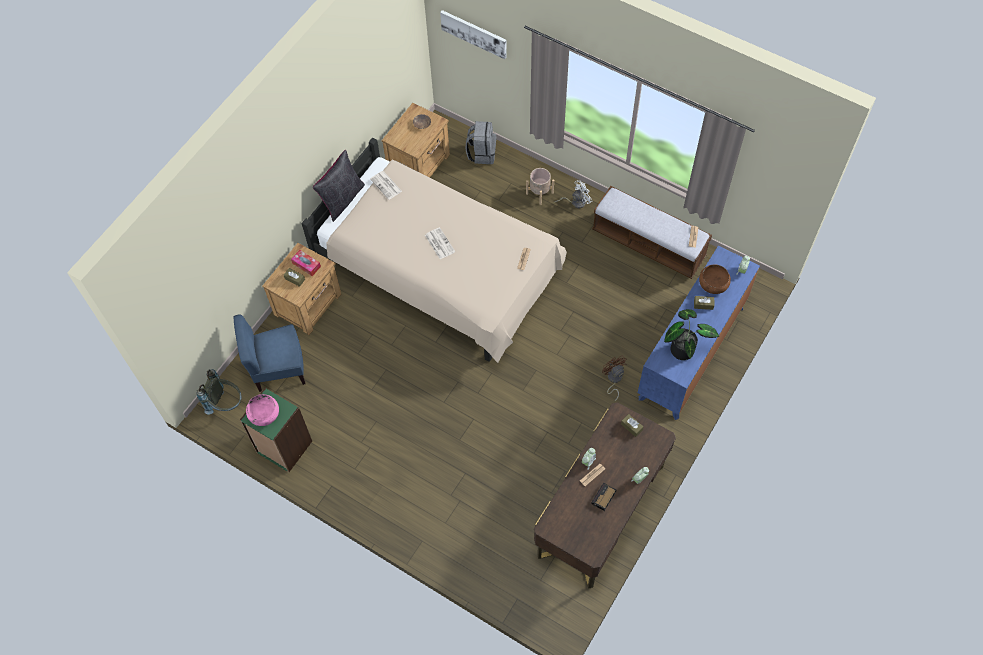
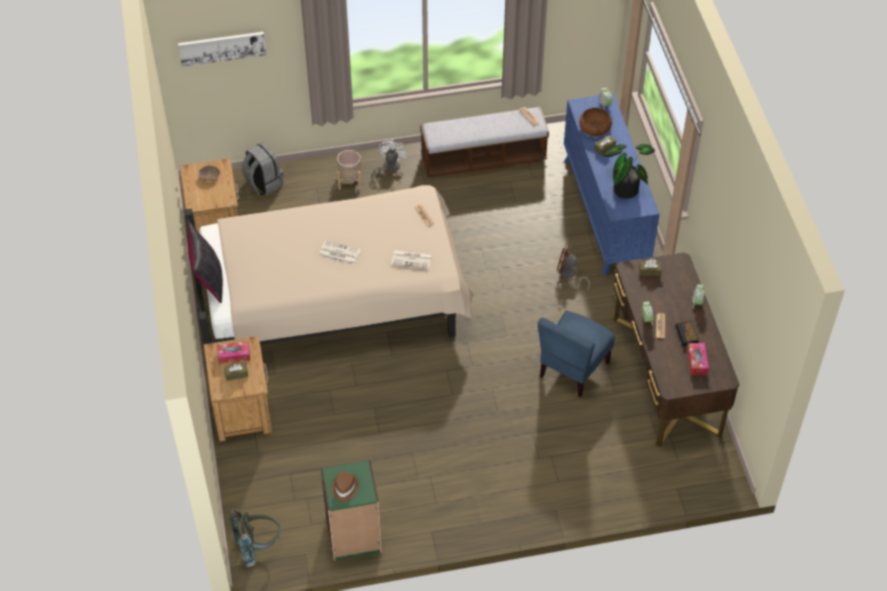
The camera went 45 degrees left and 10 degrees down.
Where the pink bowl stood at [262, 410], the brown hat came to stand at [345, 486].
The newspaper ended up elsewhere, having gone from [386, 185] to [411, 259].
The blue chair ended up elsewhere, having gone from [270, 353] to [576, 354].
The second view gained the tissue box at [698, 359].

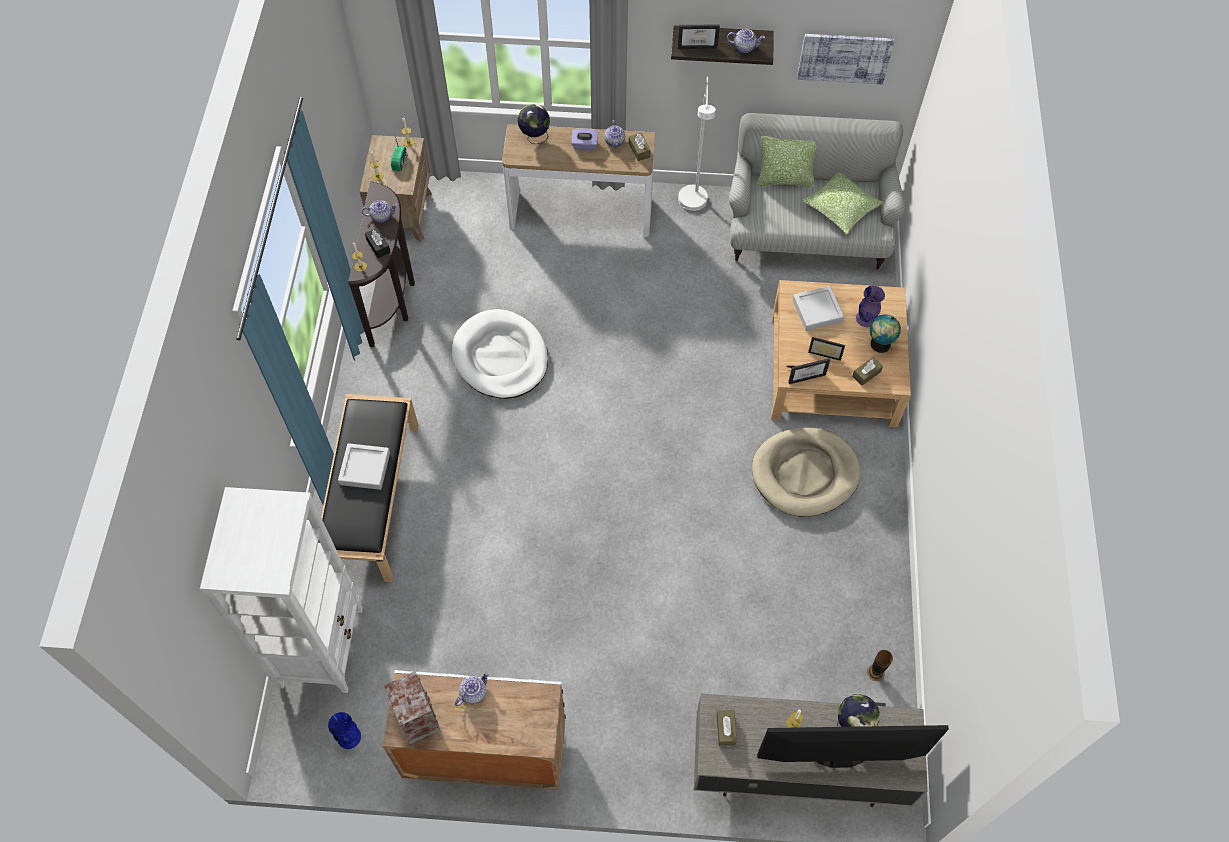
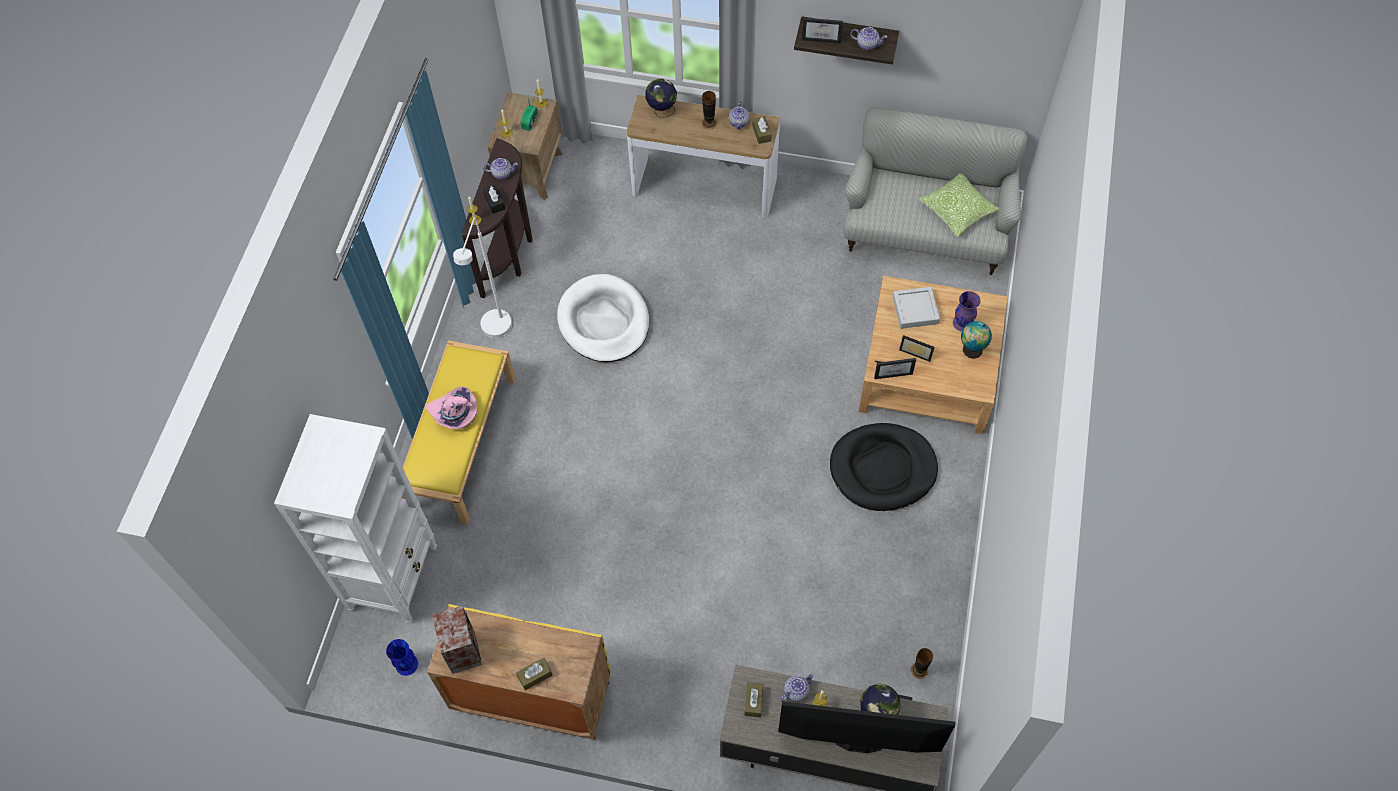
The camera went 10 degrees right and 0 degrees up.
What was the black bench at [368, 488] turned into the yellow bench at [458, 432].
Where the grey tray stood at [364, 466], the pink hat came to stand at [452, 408].
What was the white cabinet at [474, 730] turned into the yellow cabinet at [519, 672].
The white floor lamp ended up elsewhere, having gone from [697, 144] to [482, 277].
The brown tissue box ended up elsewhere, having gone from [867, 371] to [534, 674].
Where the purple tissue box stood at [584, 139], the vase came to stand at [709, 110].
The teapot ended up elsewhere, having gone from [472, 689] to [797, 687].
What was the beige dog bed at [806, 472] turned into the black dog bed at [884, 467].
The second view lost the pillow at [786, 162].
The second view lost the picture at [845, 59].

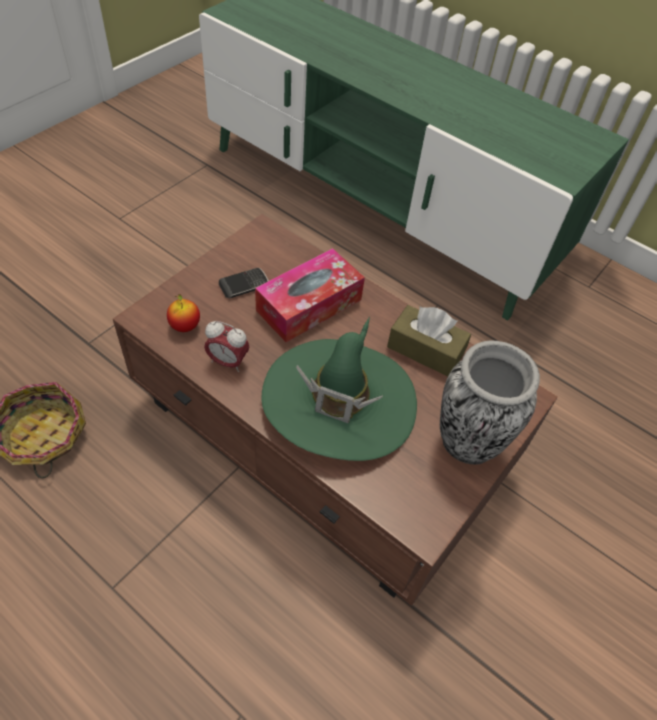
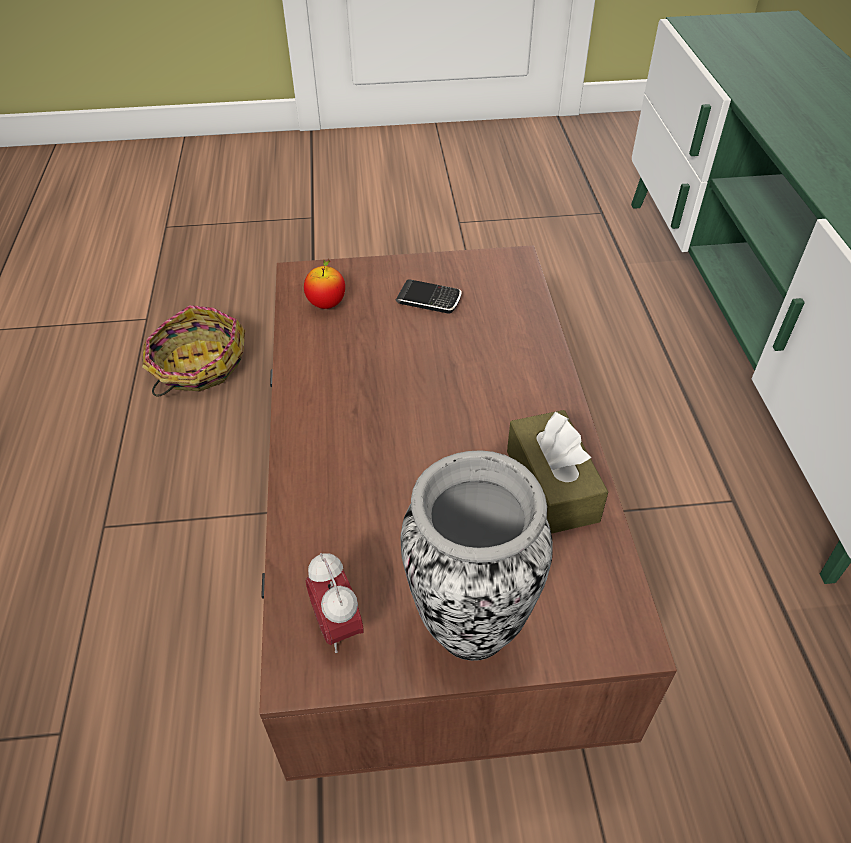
The camera went 50 degrees right and 5 degrees down.
The alarm clock ended up elsewhere, having gone from [226, 346] to [334, 603].
The second view lost the tissue box at [310, 295].
The second view lost the green hat at [339, 389].

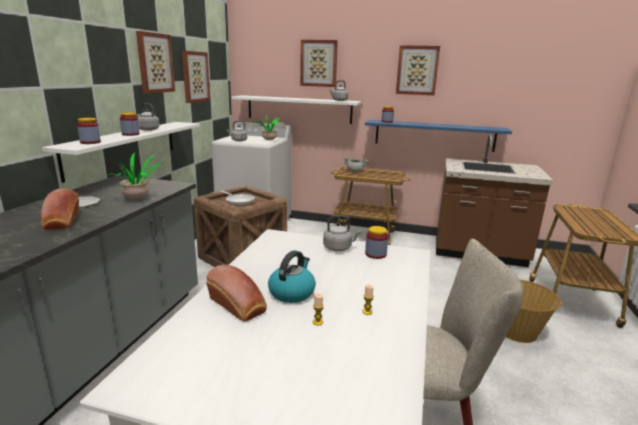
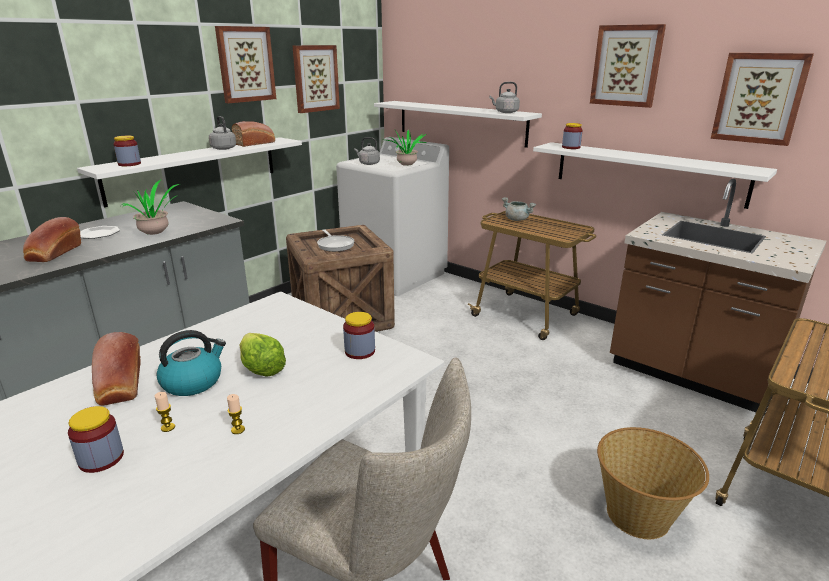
The camera went 25 degrees right and 5 degrees up.
The jar ended up elsewhere, having gone from [130, 124] to [96, 439].
The second view gained the bread at [253, 134].
The second view gained the lettuce at [262, 355].
What was the blue shelf at [438, 136] turned into the white shelf at [655, 175].
The picture ended up elsewhere, having gone from [319, 63] to [762, 99].
The second view lost the grey kettle at [342, 233].

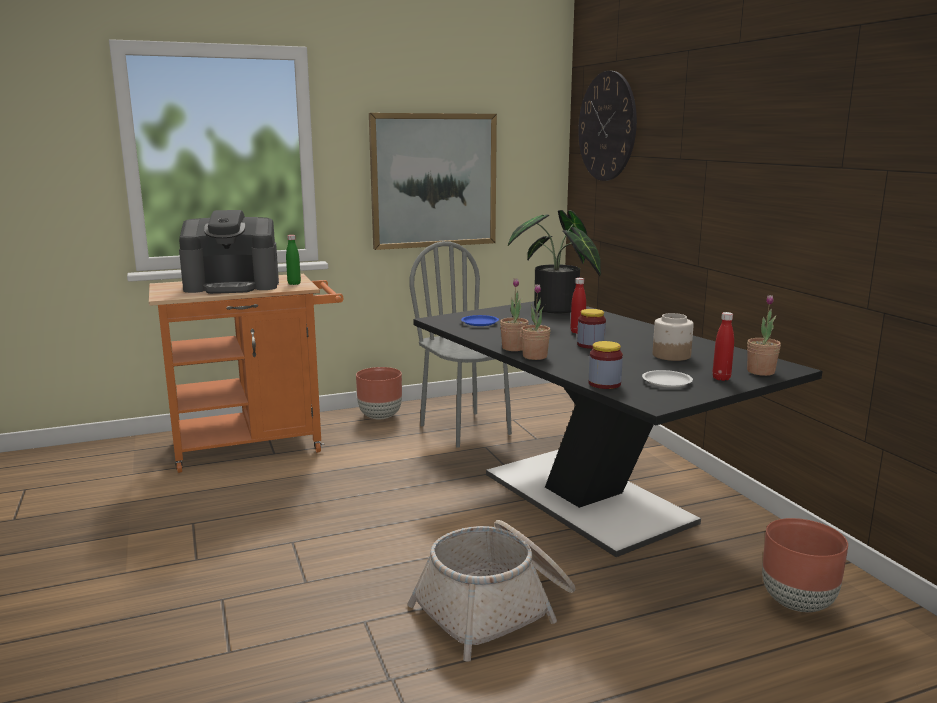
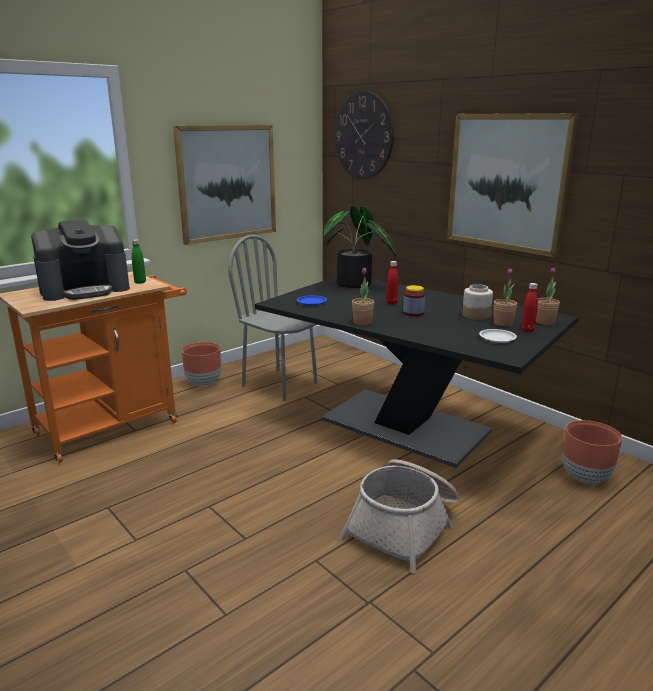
The camera went 20 degrees left and 5 degrees up.
The second view gained the picture at [513, 185].
The potted plant ended up elsewhere, having gone from [536, 322] to [505, 297].
The second view lost the jar at [606, 365].

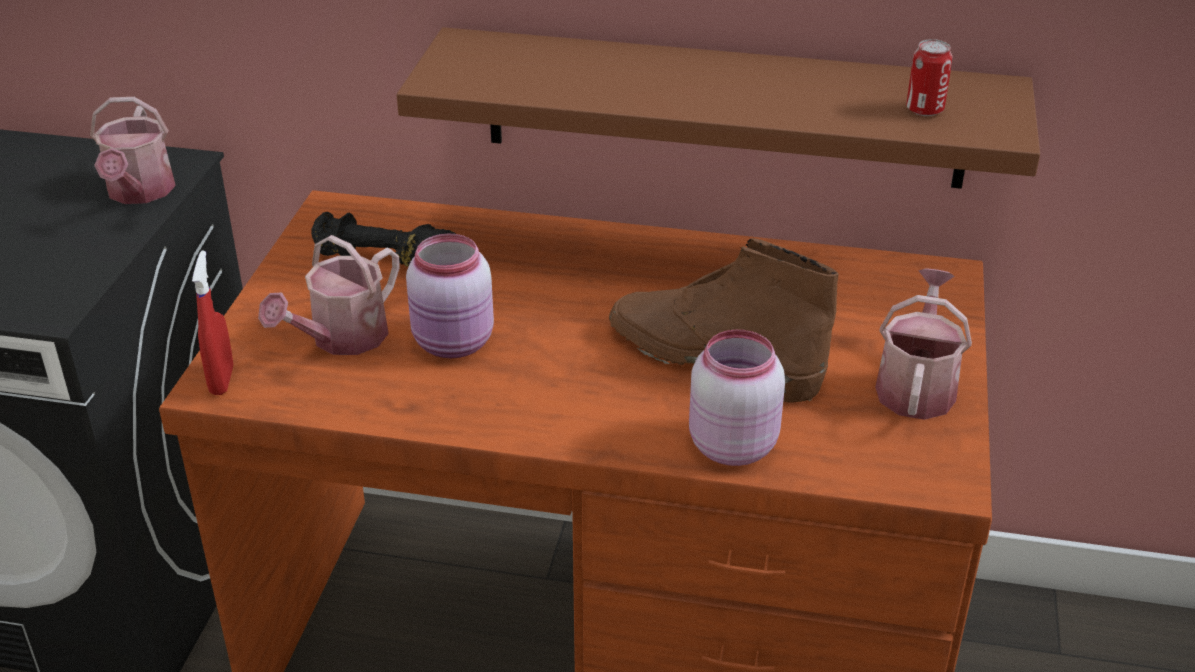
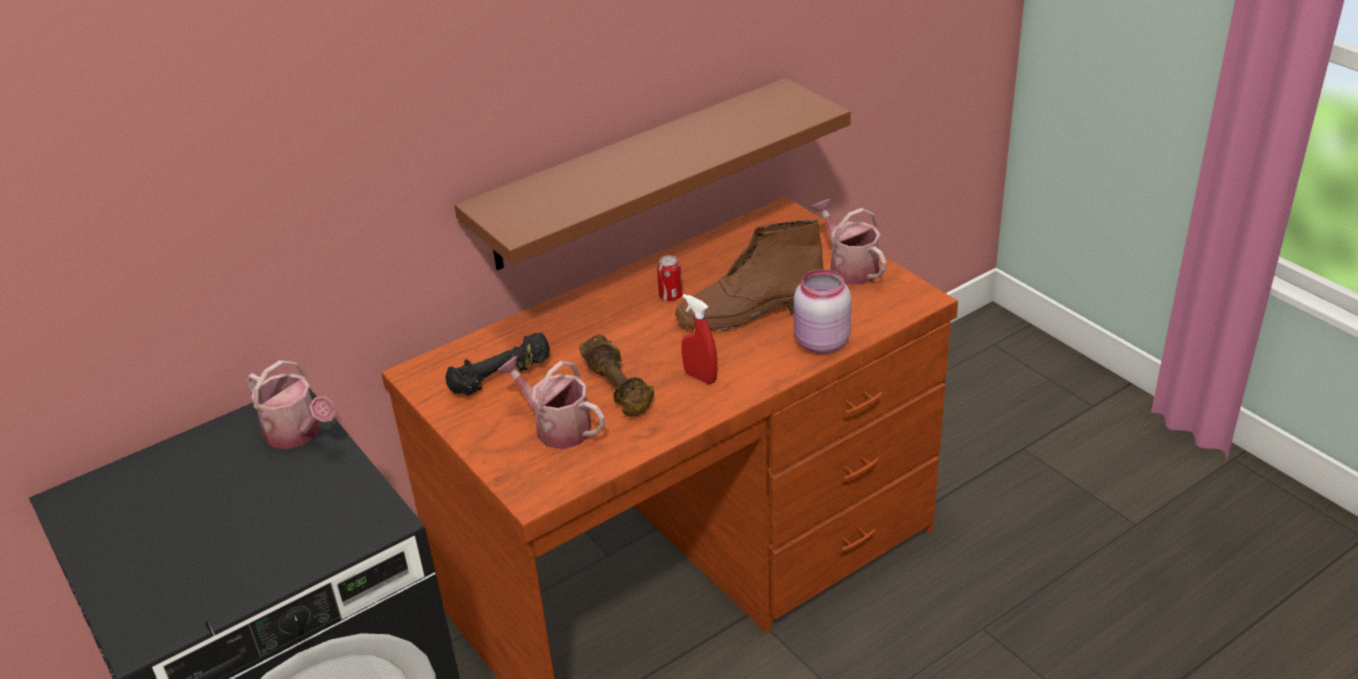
The camera went 45 degrees left and 0 degrees up.
The watering can at [329, 295] ended up facing another way, 135 degrees clockwise from before.
Where the pink jar stood at [450, 295], the brown dumbbell came to stand at [616, 375].
The can ended up elsewhere, having gone from [929, 77] to [670, 278].
The red spray bottle ended up elsewhere, having gone from [212, 323] to [699, 339].

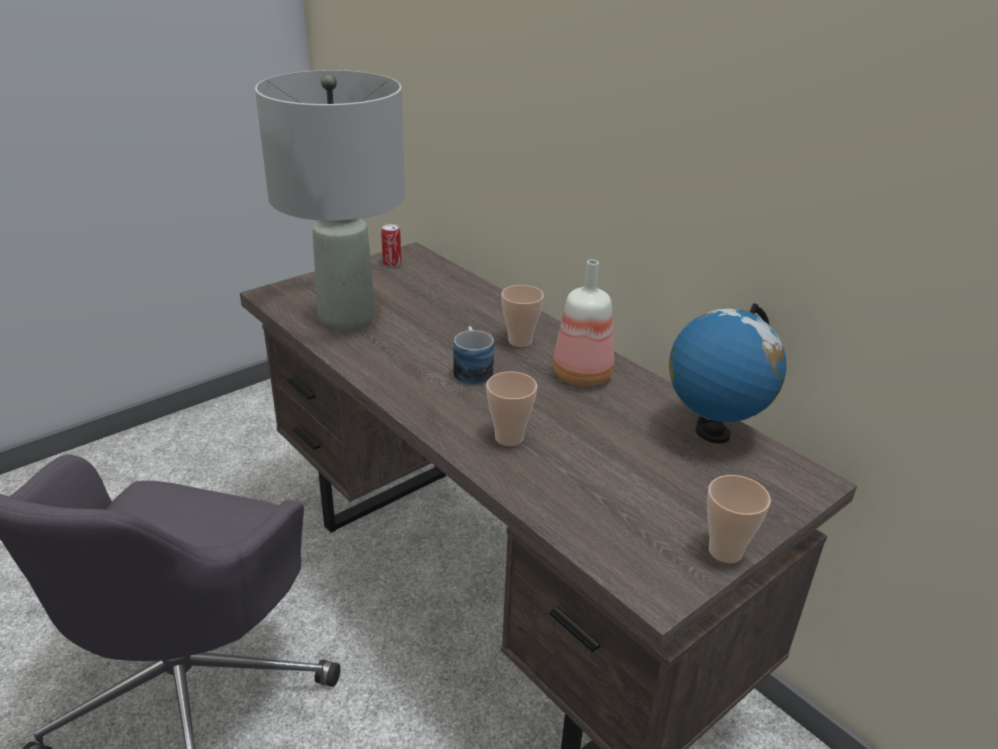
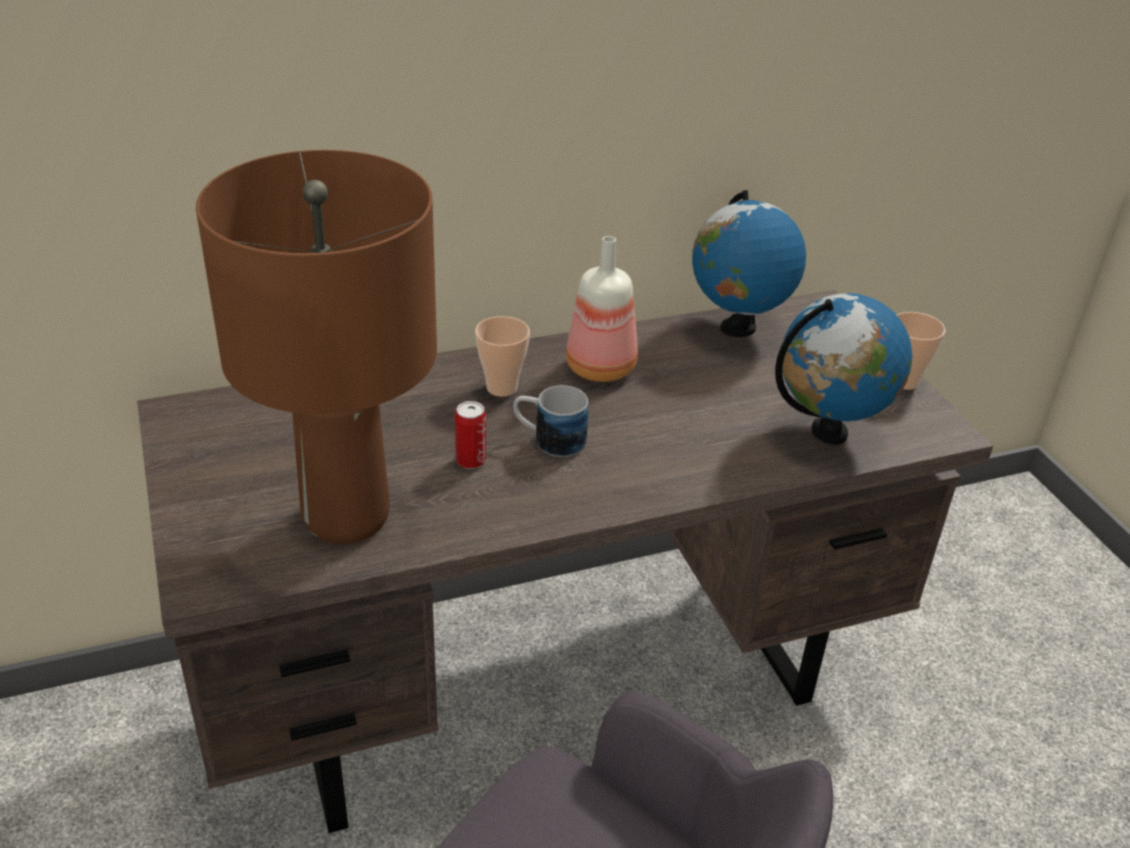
The camera went 70 degrees left and 5 degrees up.
What was the grey table lamp at [330, 201] turned into the brown table lamp at [316, 347].
The can ended up elsewhere, having gone from [391, 245] to [470, 435].
The second view gained the globe at [843, 369].
The second view lost the cup at [511, 409].

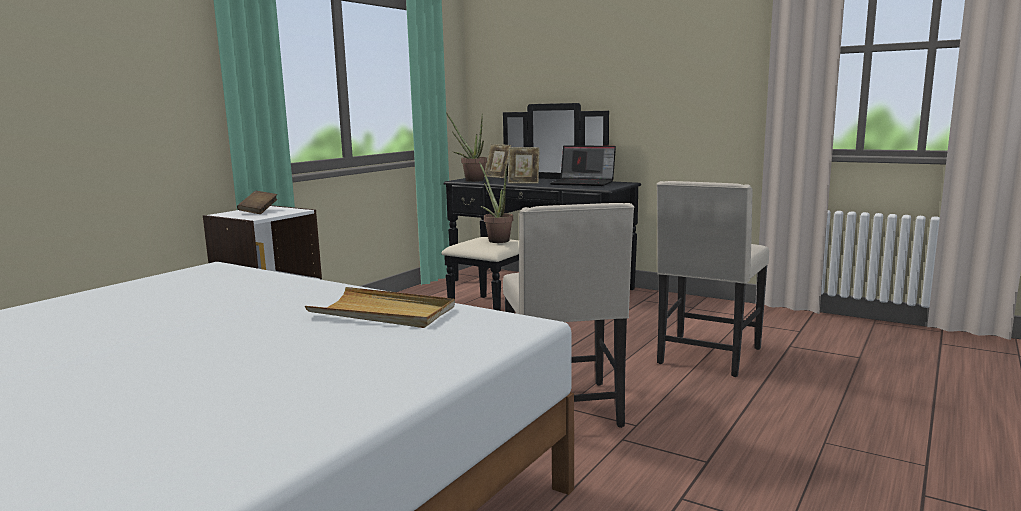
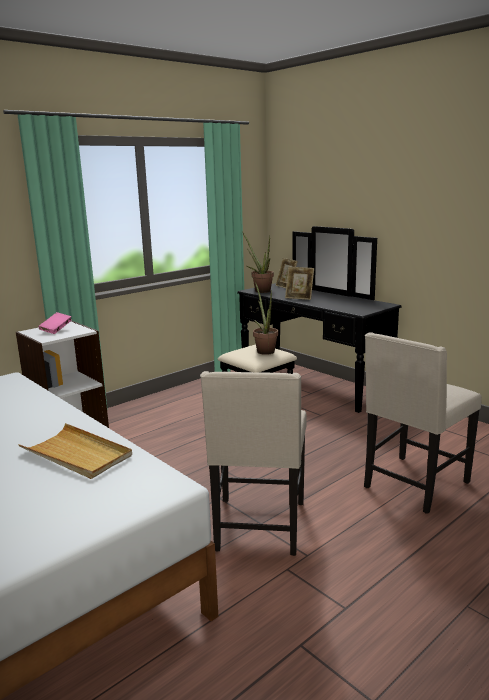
The camera went 15 degrees right and 5 degrees up.
What was the brown book at [257, 202] turned into the pink book at [55, 323].
The second view lost the laptop at [583, 166].

